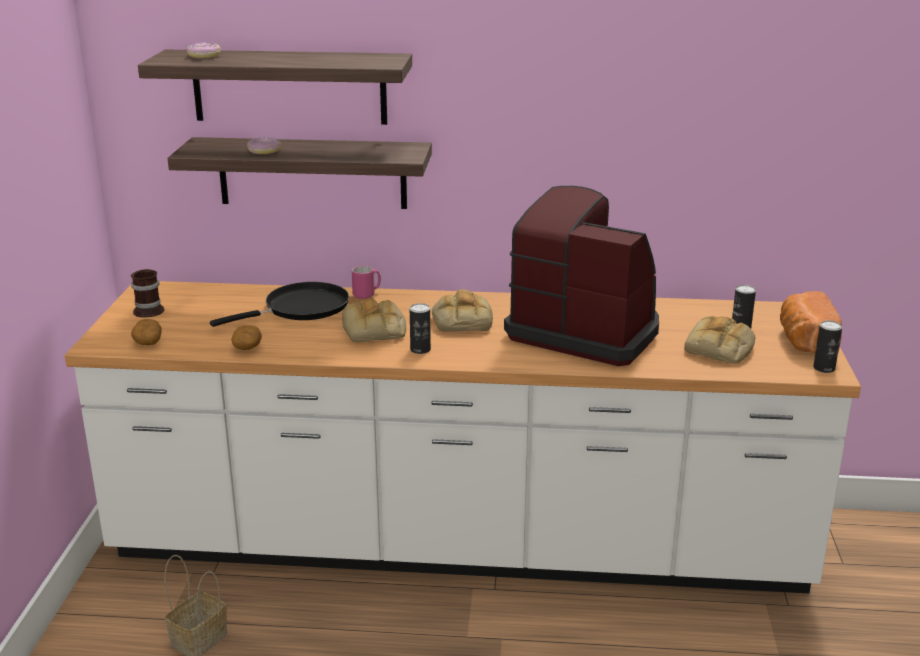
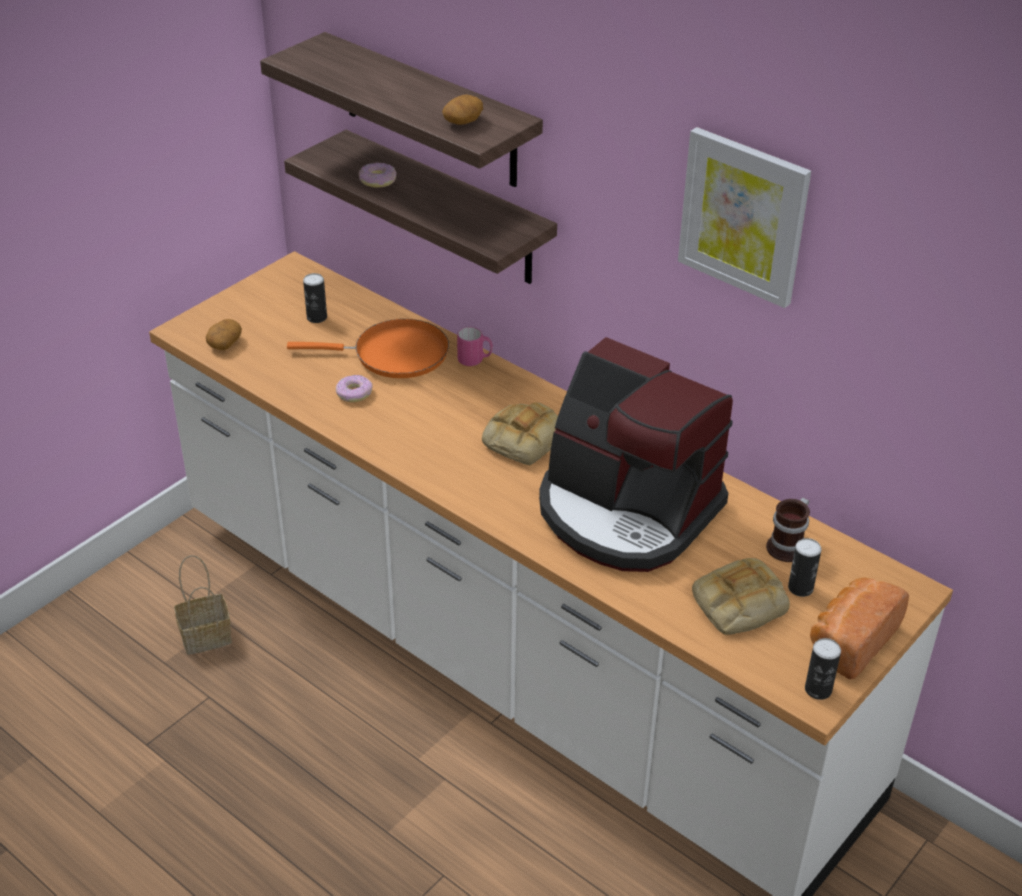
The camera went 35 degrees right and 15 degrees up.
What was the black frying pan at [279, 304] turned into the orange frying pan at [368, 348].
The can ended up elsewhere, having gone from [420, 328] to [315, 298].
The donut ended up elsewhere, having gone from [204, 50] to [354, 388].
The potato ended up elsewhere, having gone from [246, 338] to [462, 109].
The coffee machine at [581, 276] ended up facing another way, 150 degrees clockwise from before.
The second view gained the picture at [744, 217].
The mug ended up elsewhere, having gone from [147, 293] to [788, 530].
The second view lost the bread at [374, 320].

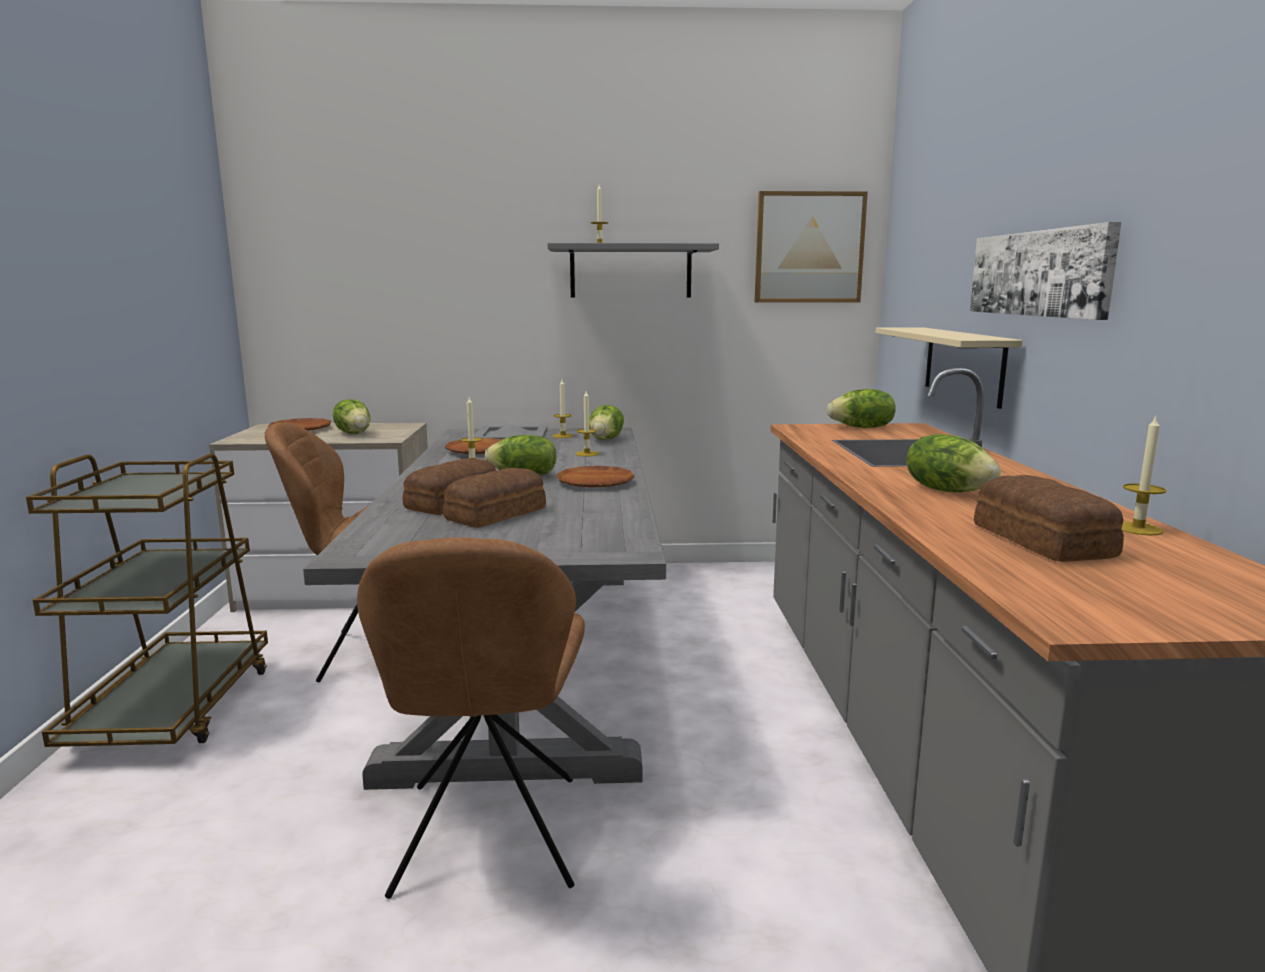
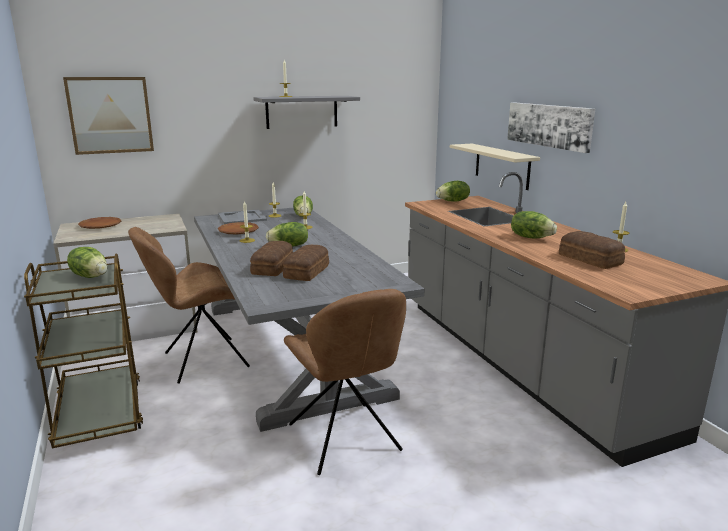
The camera went 20 degrees left and 5 degrees up.
The picture ended up elsewhere, having gone from [811, 247] to [108, 116].
The lettuce ended up elsewhere, having gone from [351, 416] to [87, 262].
The second view lost the brown plate at [596, 477].

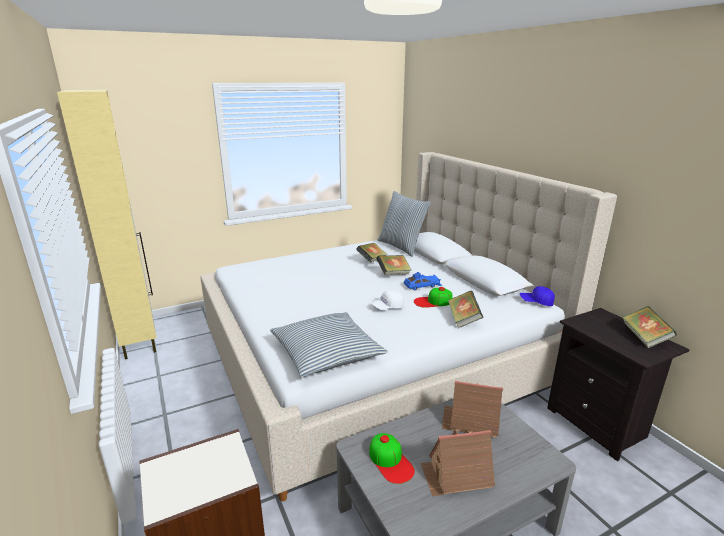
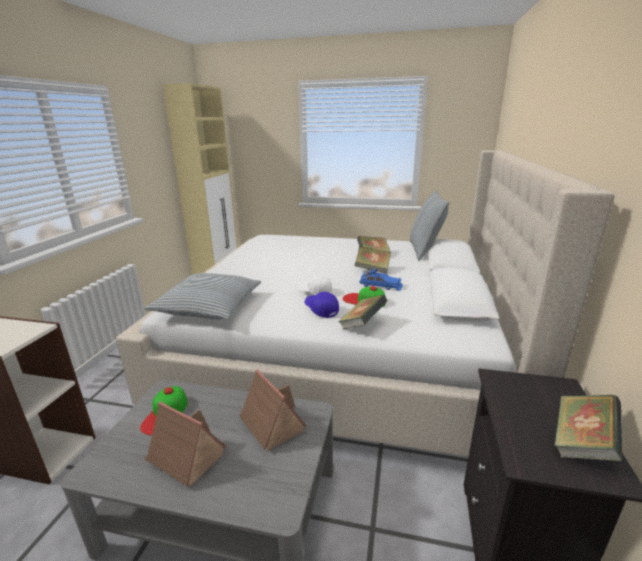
The camera went 40 degrees right and 0 degrees up.
The blue cap ended up elsewhere, having gone from [537, 296] to [321, 305].

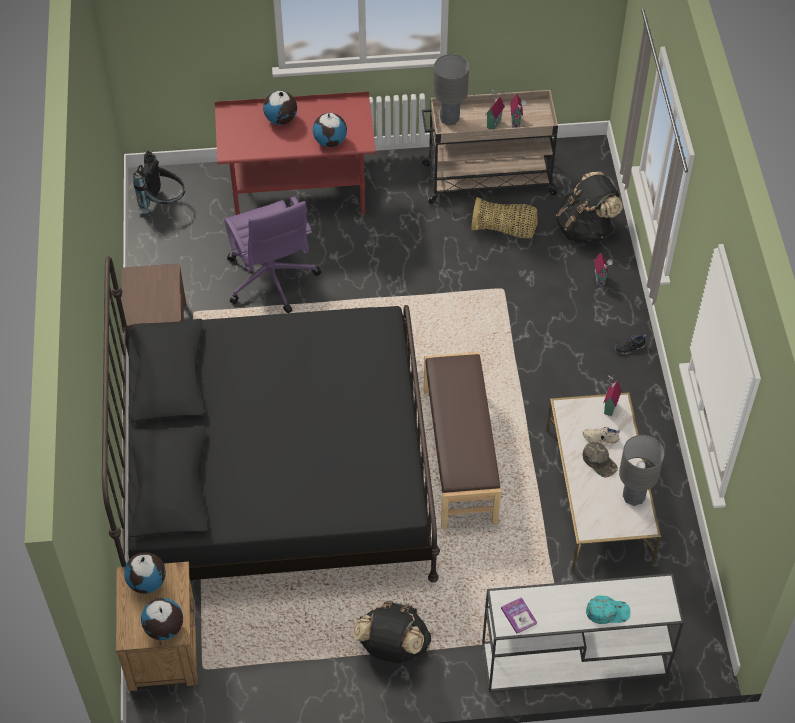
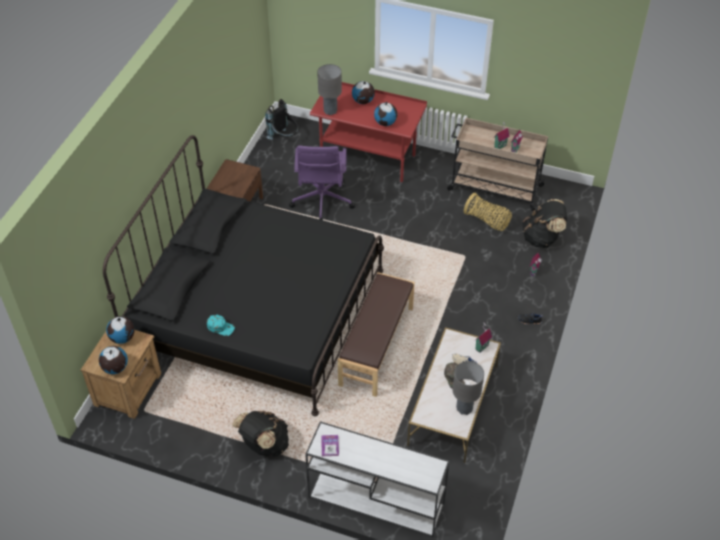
The camera went 25 degrees right and 5 degrees down.
The turquoise cap ended up elsewhere, having gone from [608, 609] to [221, 325].
The grey table lamp ended up elsewhere, having gone from [451, 90] to [329, 89].

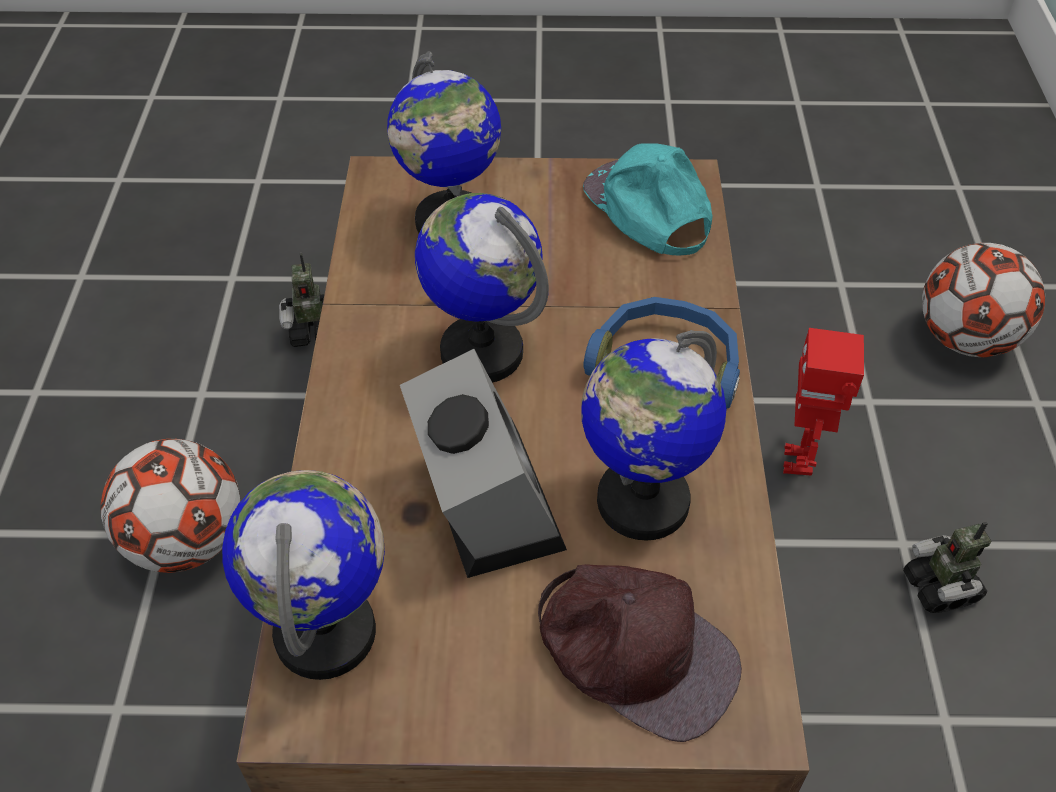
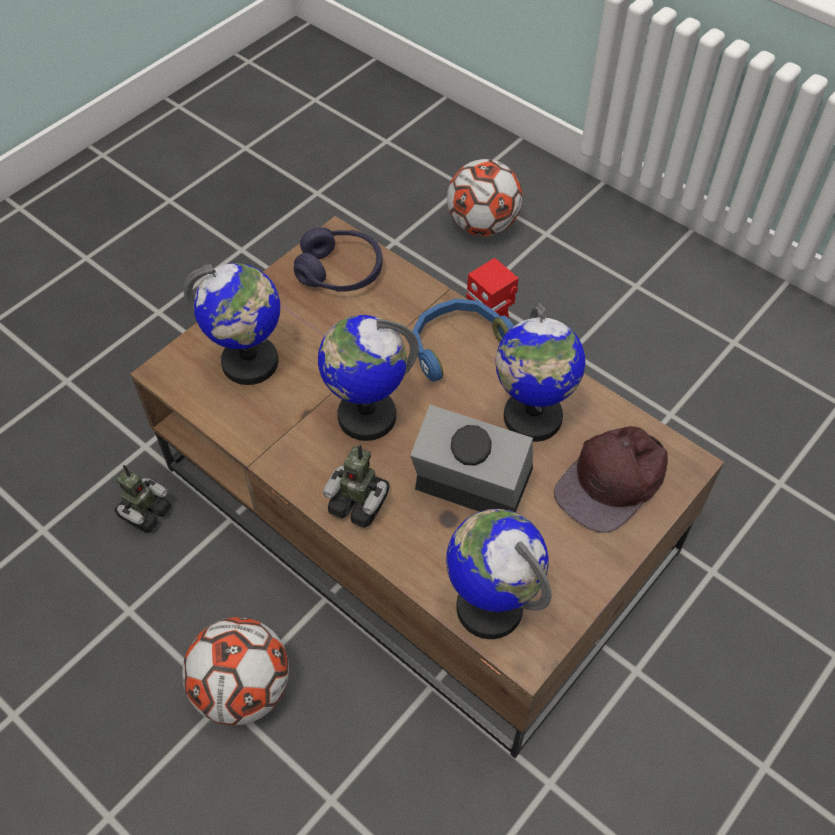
The camera went 50 degrees left and 5 degrees up.
Where the turquoise cap stood at [648, 199], the purple headphones came to stand at [338, 259].
The toy robot ended up elsewhere, having gone from [947, 567] to [356, 486].
The brown cap at [640, 653] ended up facing another way, 150 degrees clockwise from before.

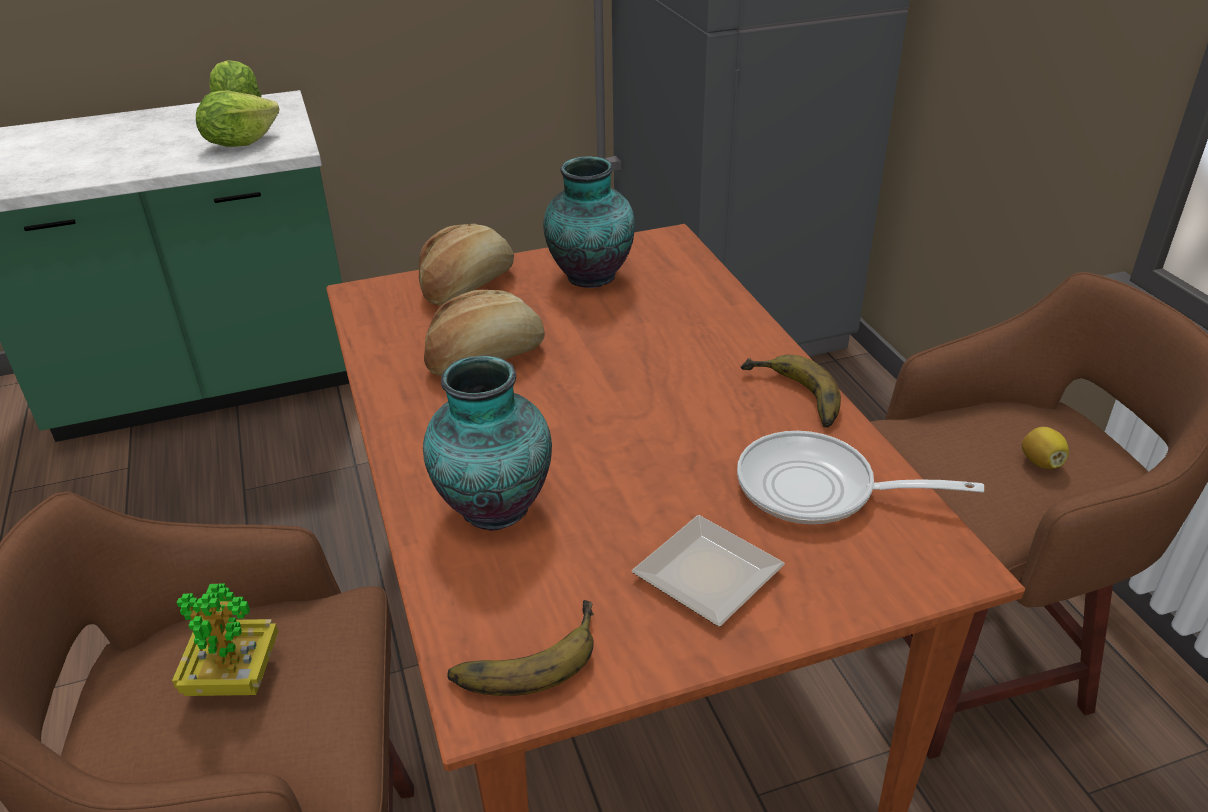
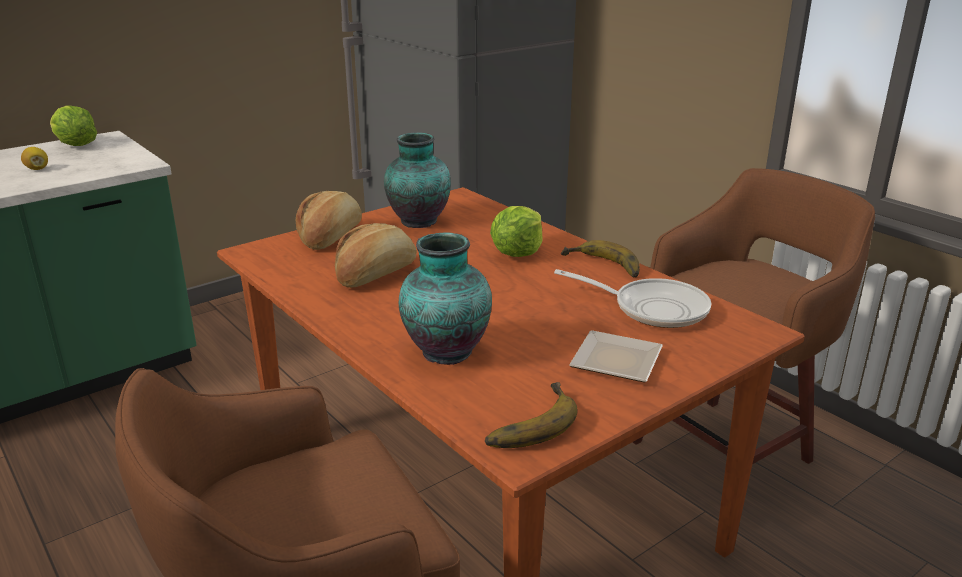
The camera went 20 degrees left and 10 degrees down.
The lemon ended up elsewhere, having gone from [1045, 448] to [34, 158].
The lettuce ended up elsewhere, having gone from [237, 119] to [516, 231].
The frying pan at [860, 477] ended up facing another way, 150 degrees counterclockwise from before.
The second view lost the potted plant at [225, 640].

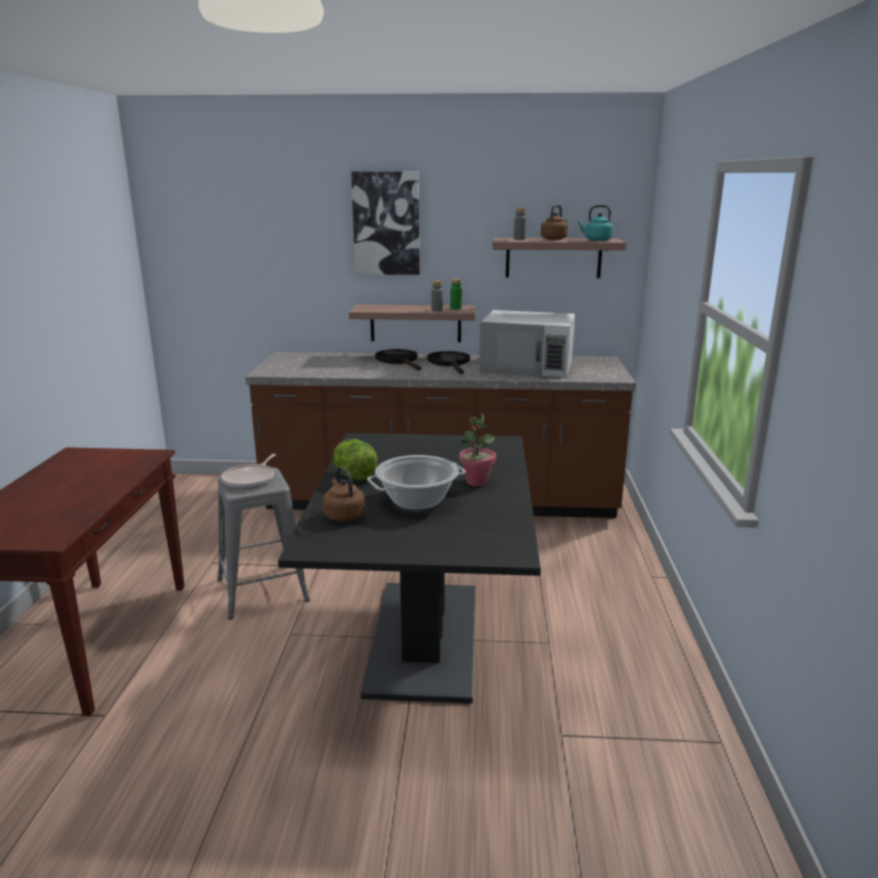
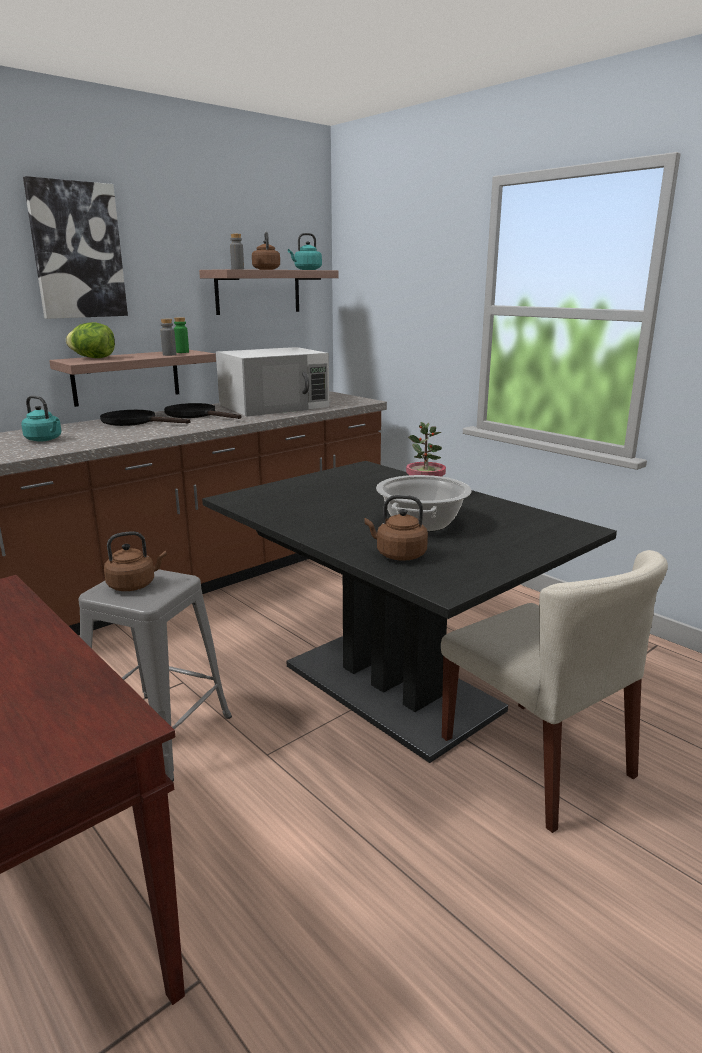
The camera went 45 degrees left and 0 degrees up.
The second view gained the turquoise kettle at [41, 418].
The lettuce ended up elsewhere, having gone from [355, 460] to [90, 340].
Where the frying pan stood at [248, 471], the brown kettle came to stand at [135, 561].
The second view gained the beige chair at [554, 691].

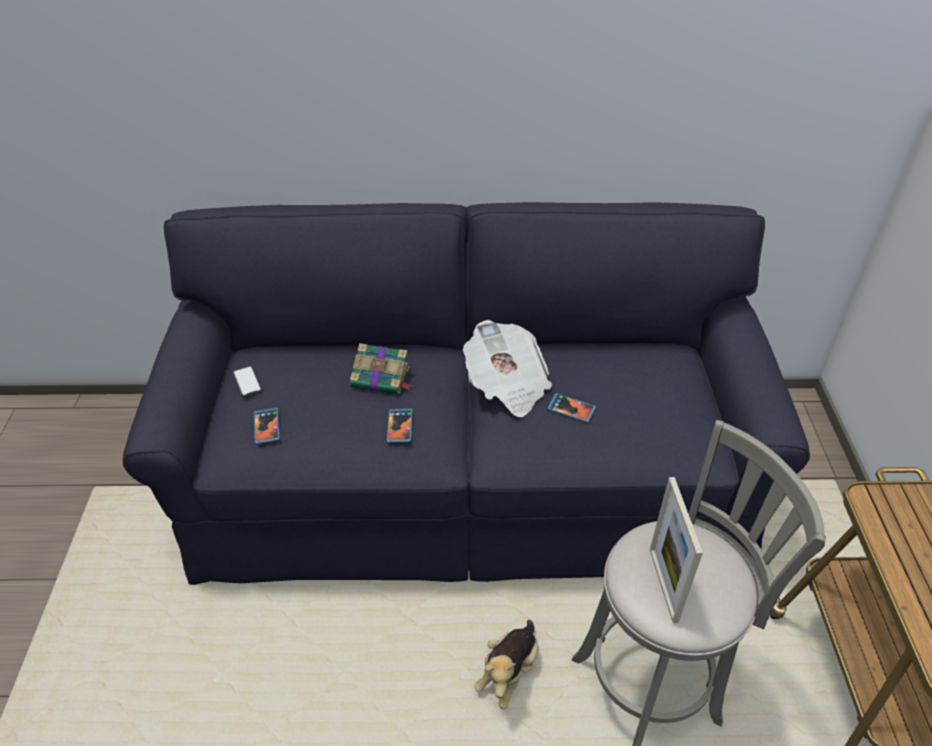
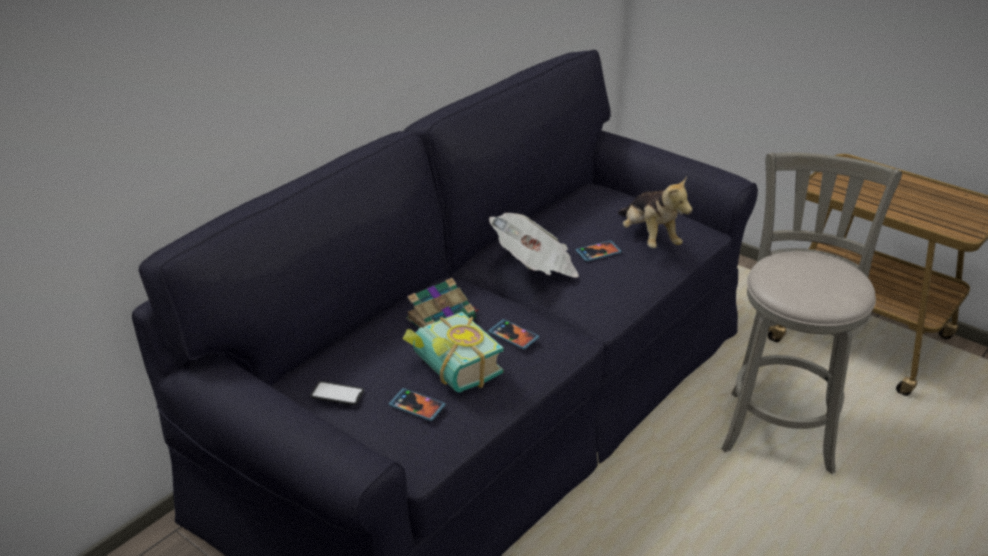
The camera went 50 degrees left and 10 degrees down.
The second view gained the book at [453, 352].
The plush toy ended up elsewhere, having gone from [506, 664] to [655, 212].
The second view lost the picture frame at [676, 550].

